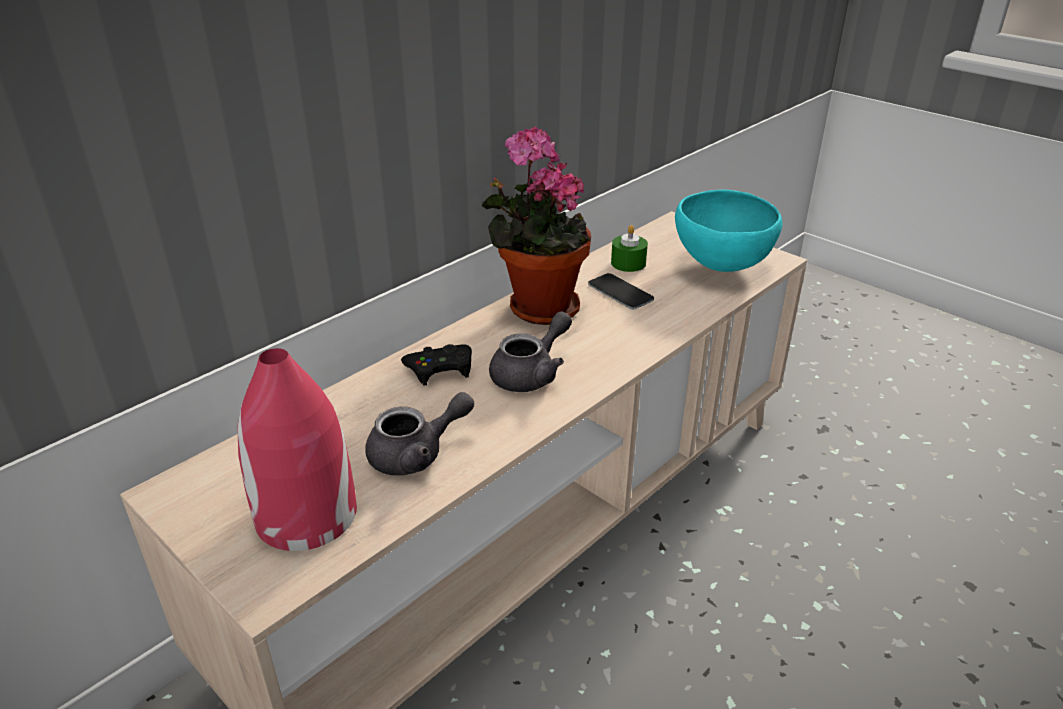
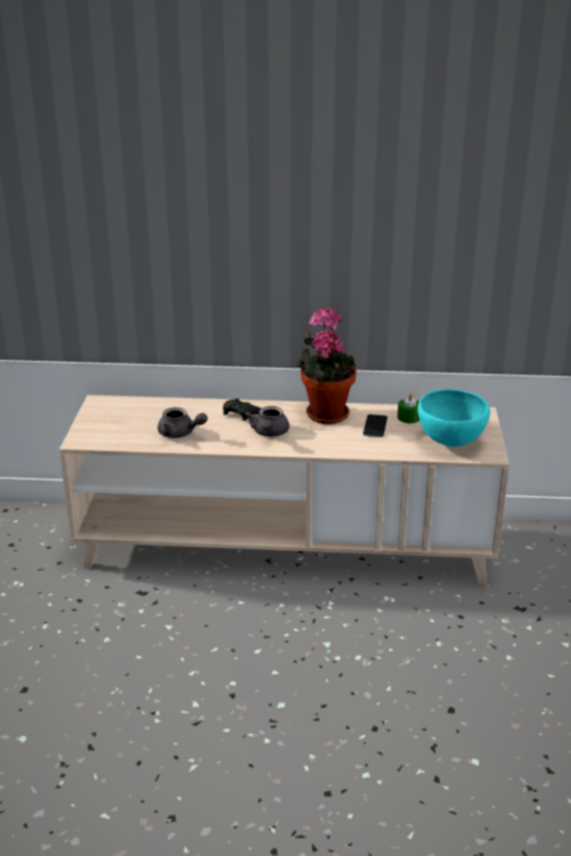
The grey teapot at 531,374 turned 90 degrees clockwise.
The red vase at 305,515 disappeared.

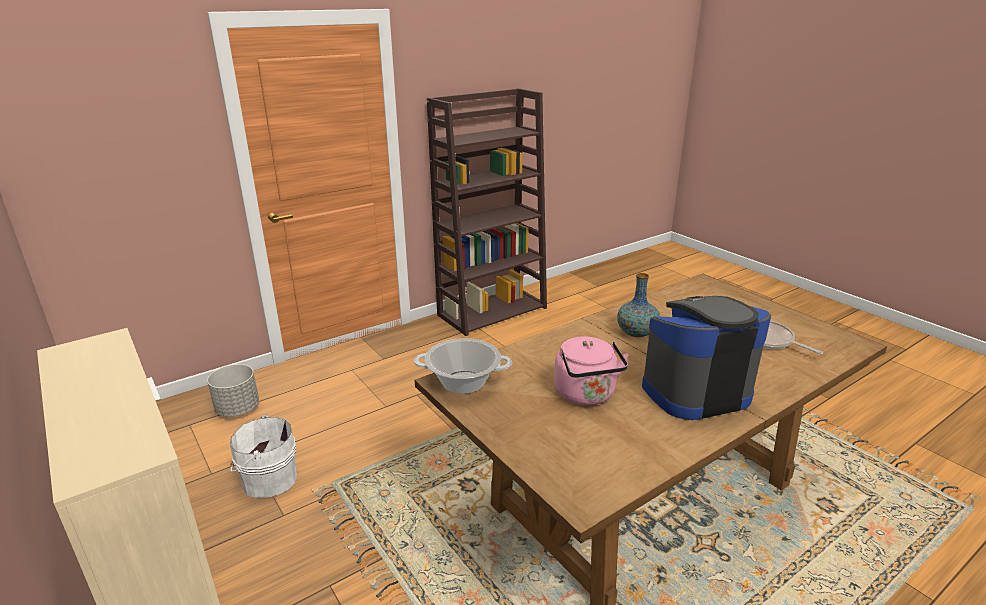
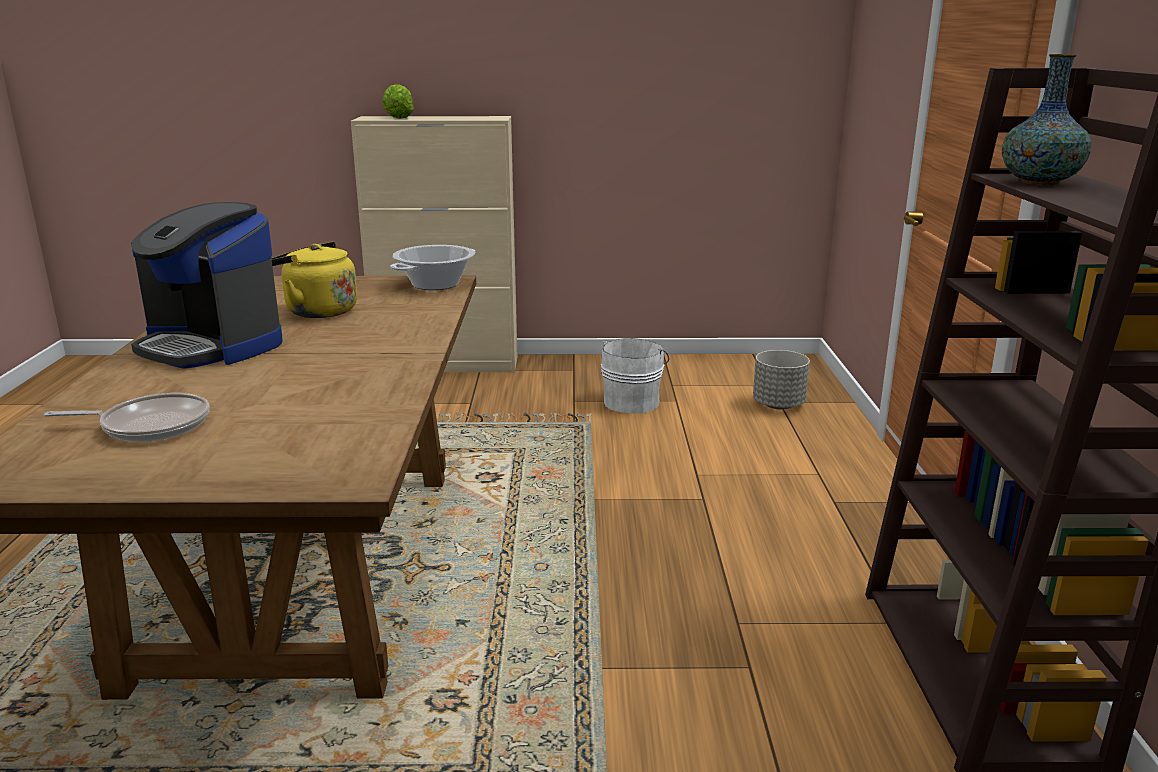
The coffee machine at 694,391 turned 105 degrees clockwise.
The pink kettle at 586,395 became the yellow kettle at 317,311.
The lettuce at 399,117 appeared.
The vase moved from 636,333 to 1039,182.

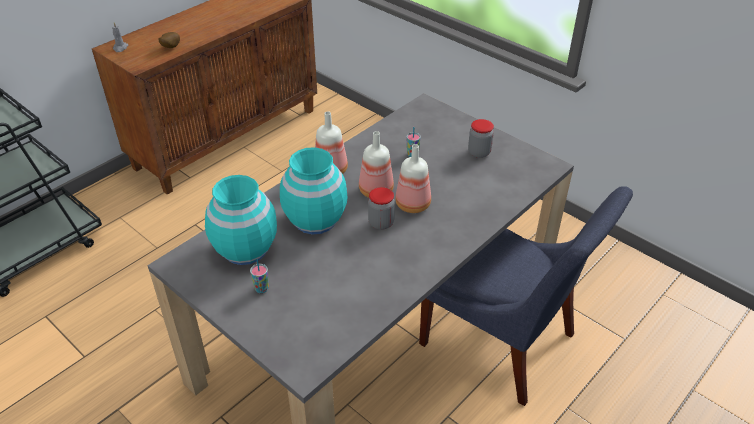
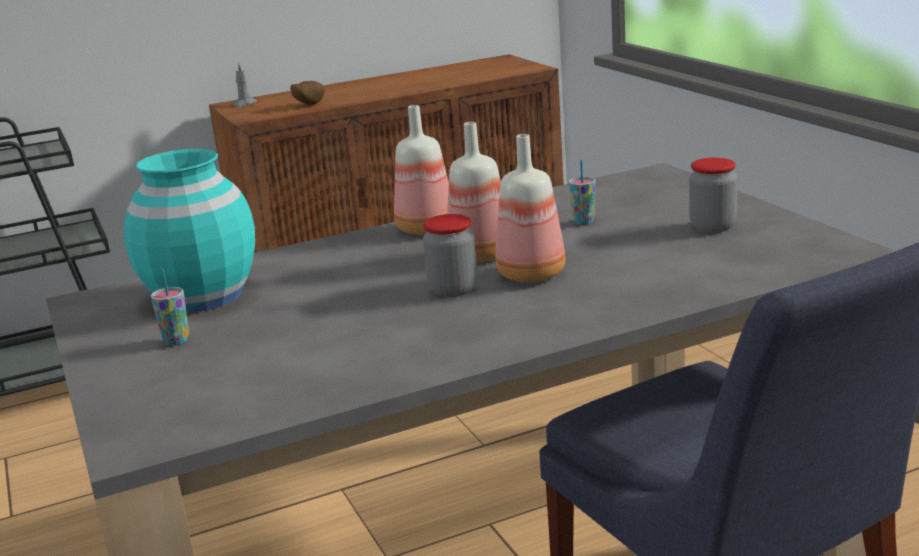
The turquoise vase at 315,220 disappeared.

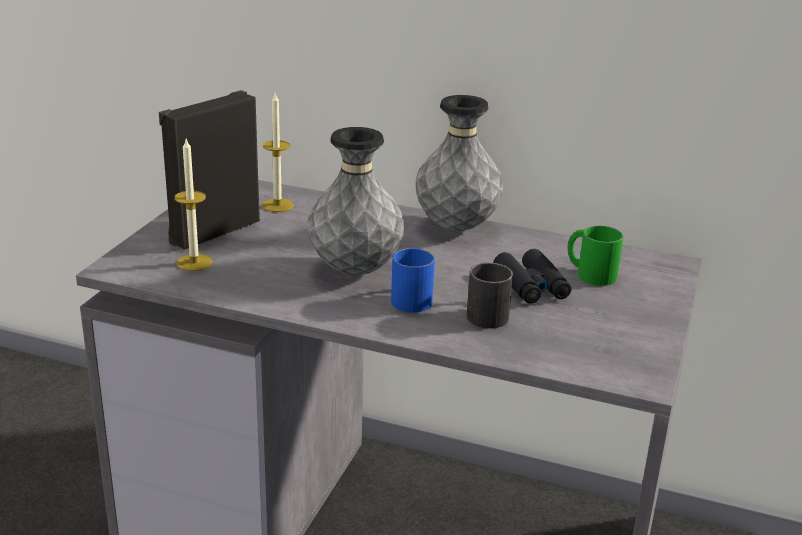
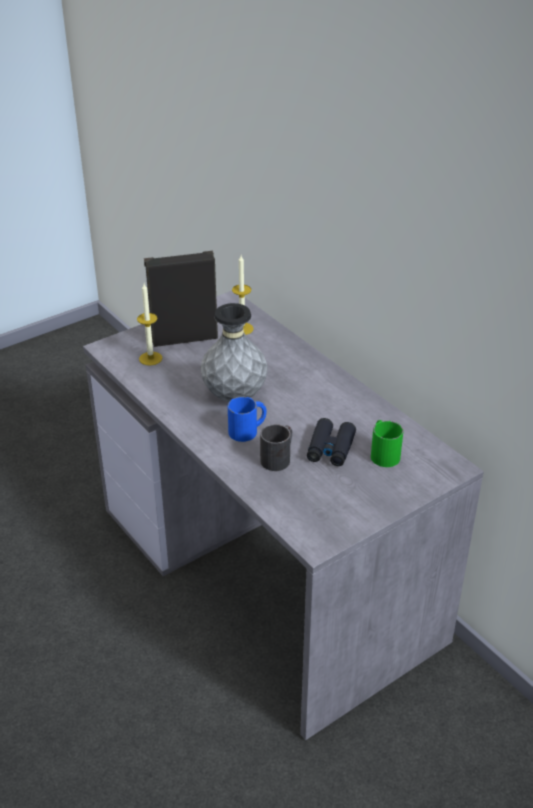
The grey vase at 456,227 disappeared.

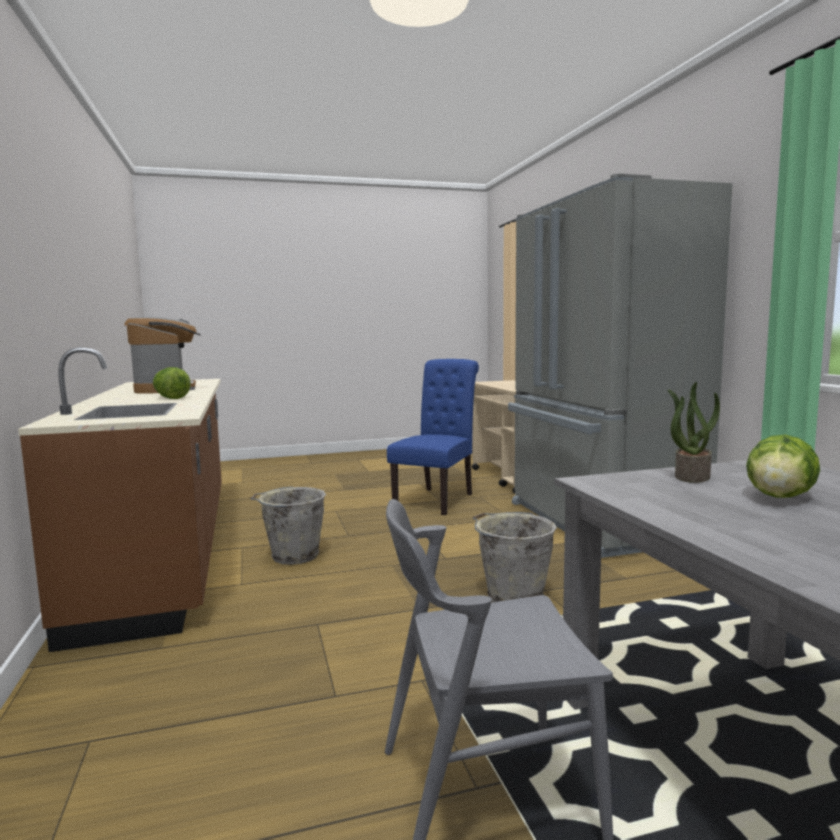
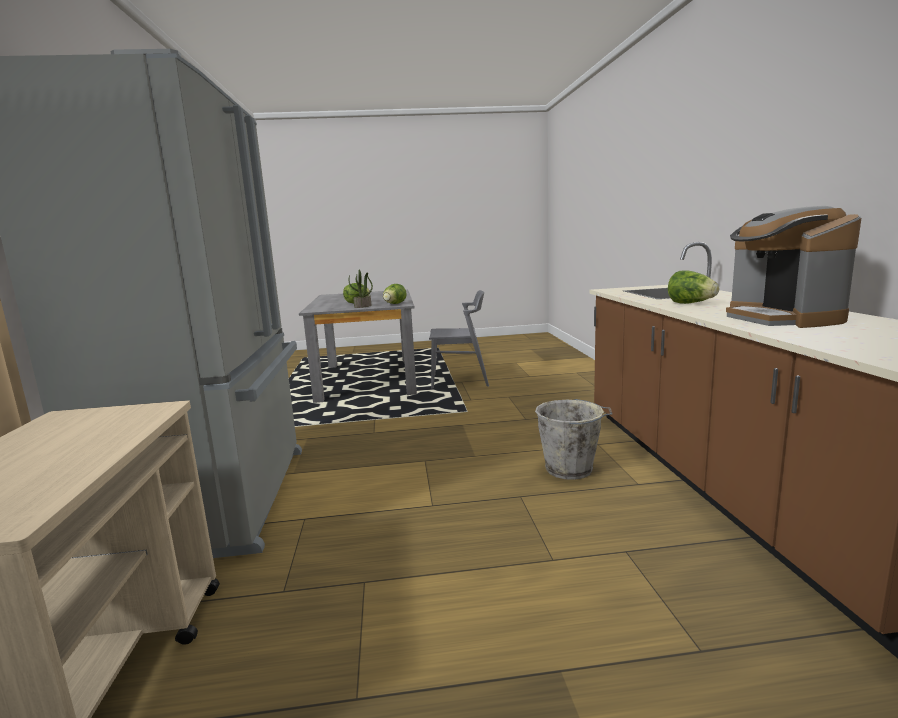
The lettuce at 394,304 appeared.
The blue chair at 437,499 disappeared.
The grey bucket at 513,596 disappeared.

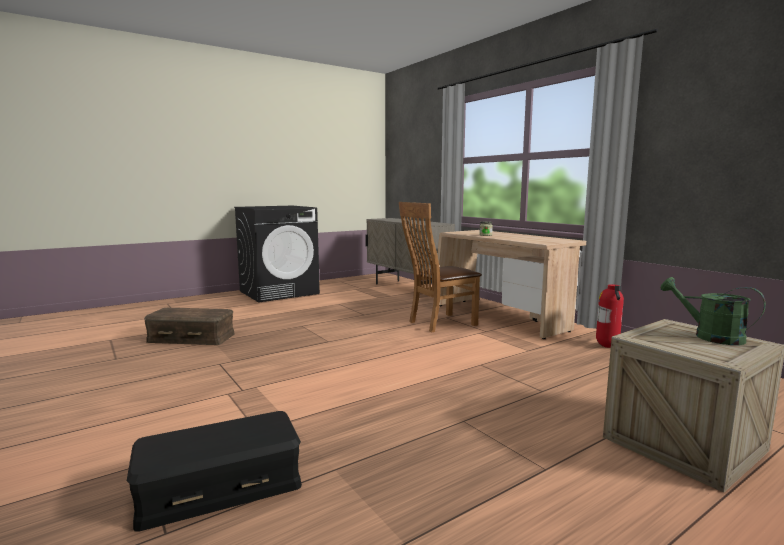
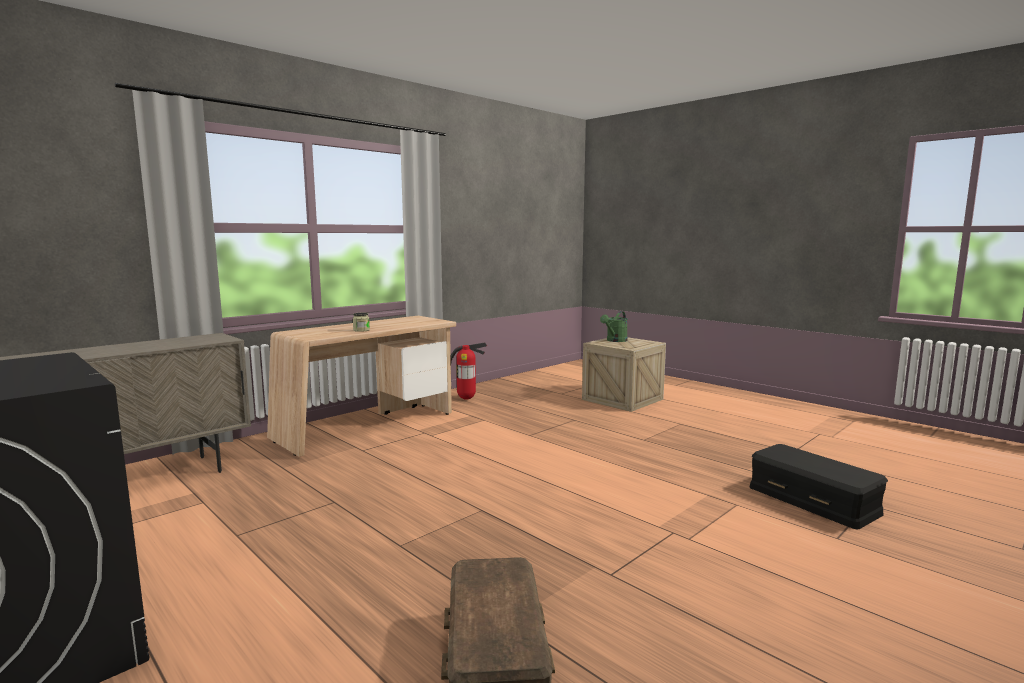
The brown chair at 438,323 disappeared.

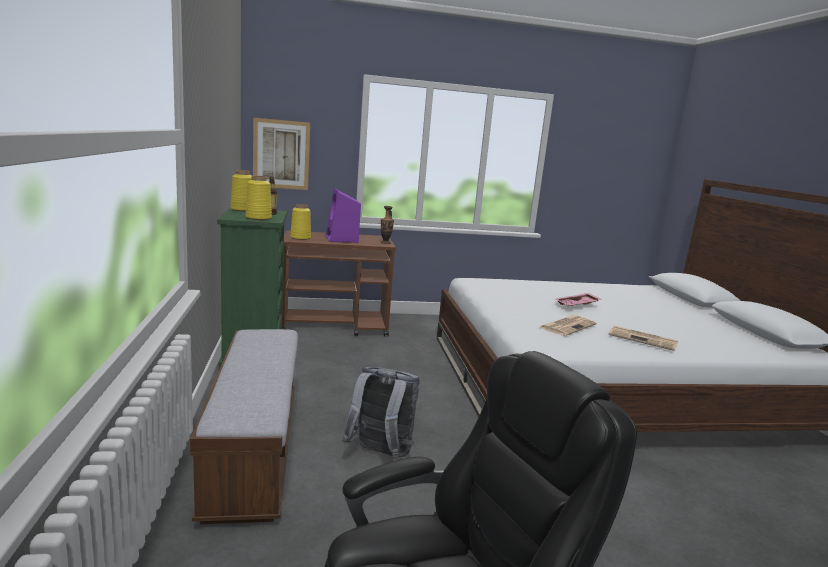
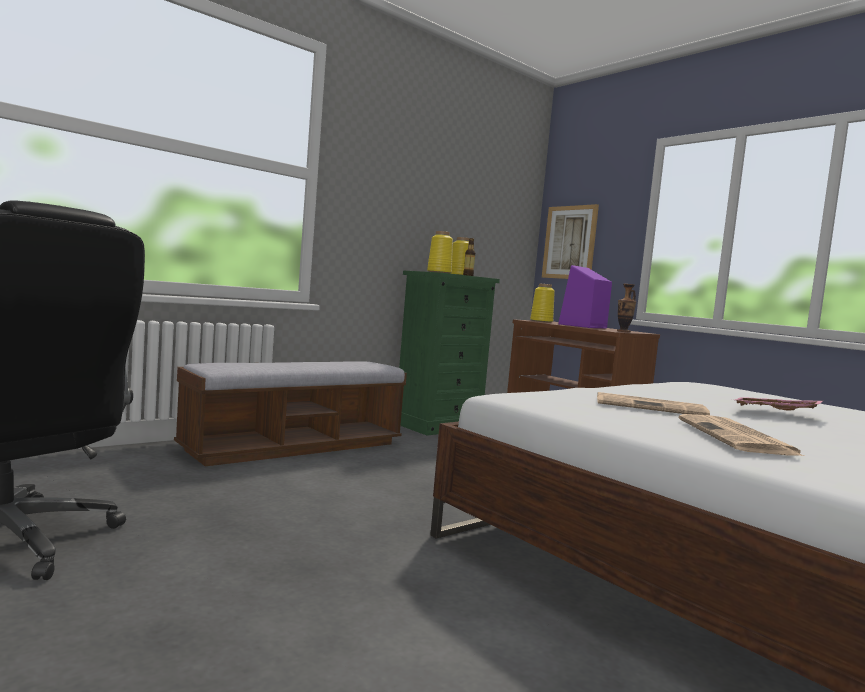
The grey backpack at 380,454 disappeared.

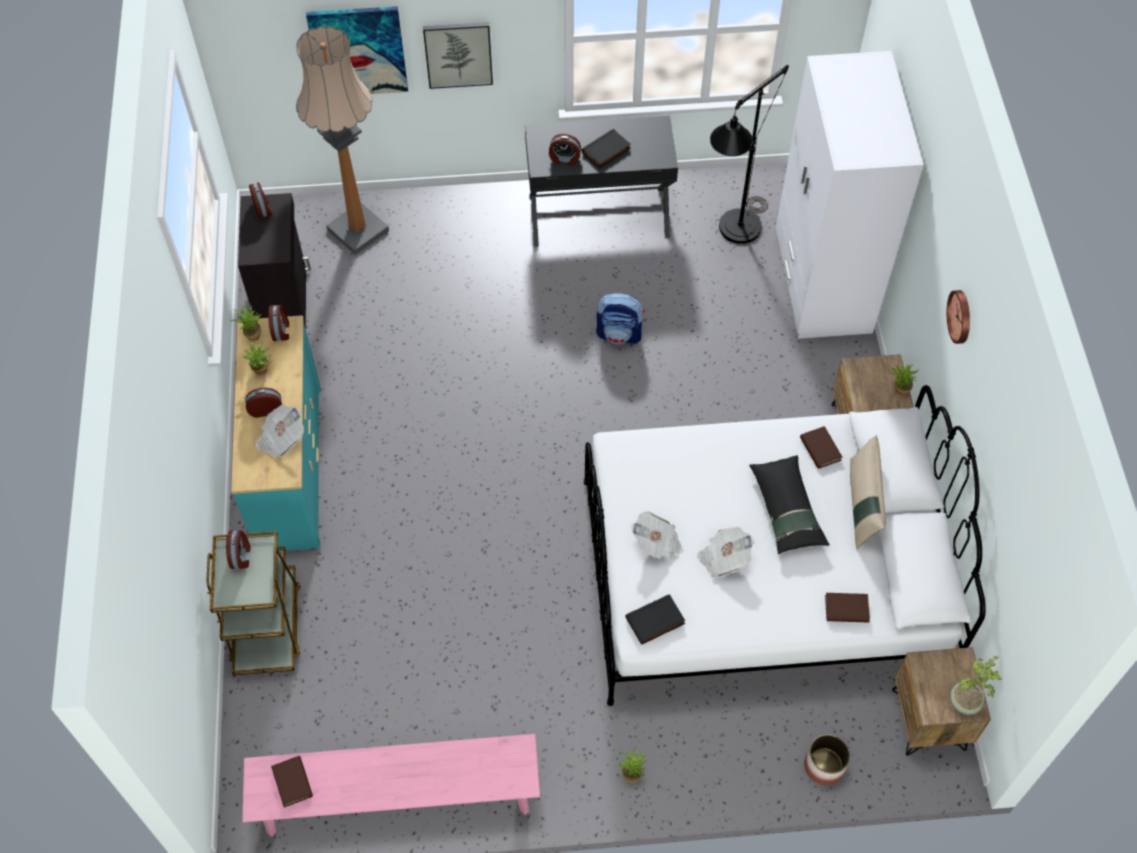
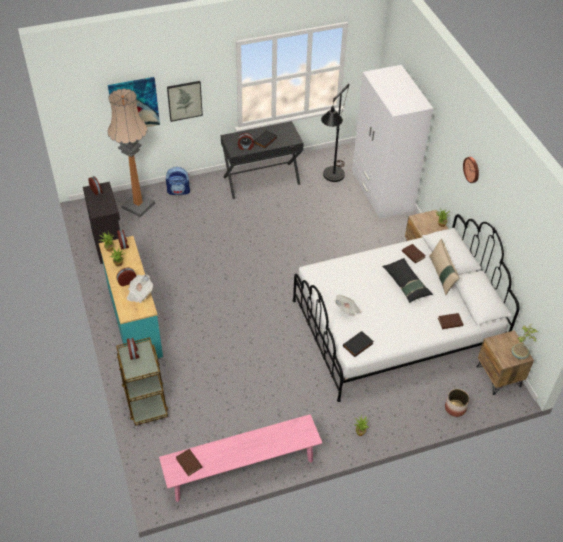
The backpack moved from 619,334 to 179,191.
The newspaper at 723,558 disappeared.

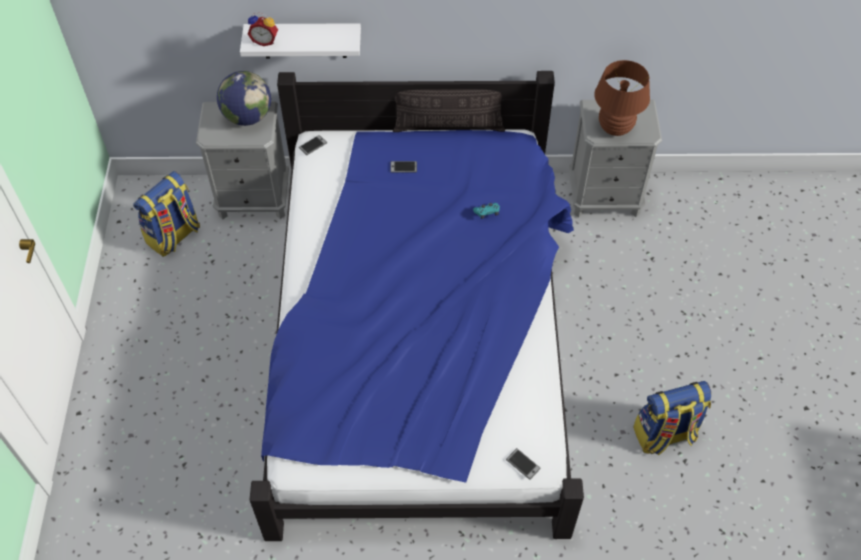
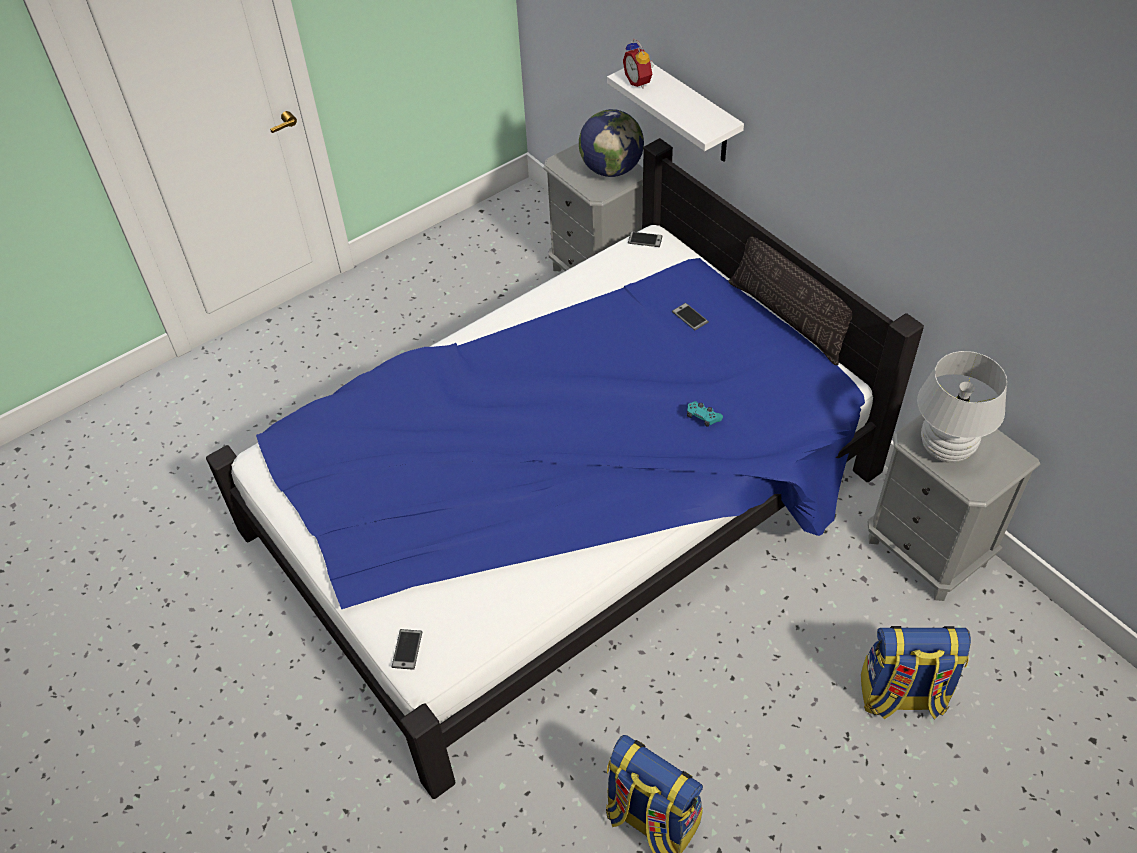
The backpack moved from 174,236 to 902,696.
The brown table lamp at 615,128 became the white table lamp at 945,449.

